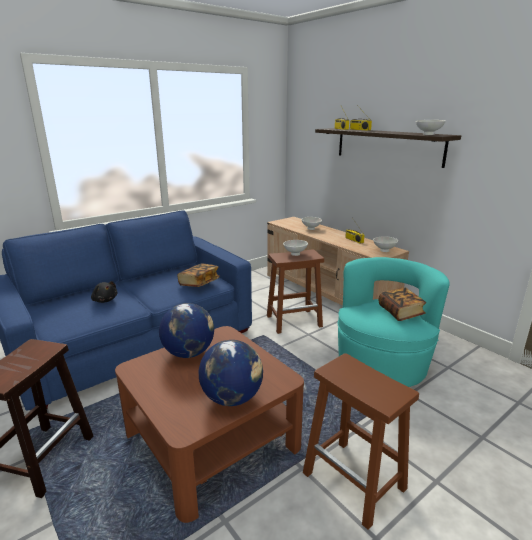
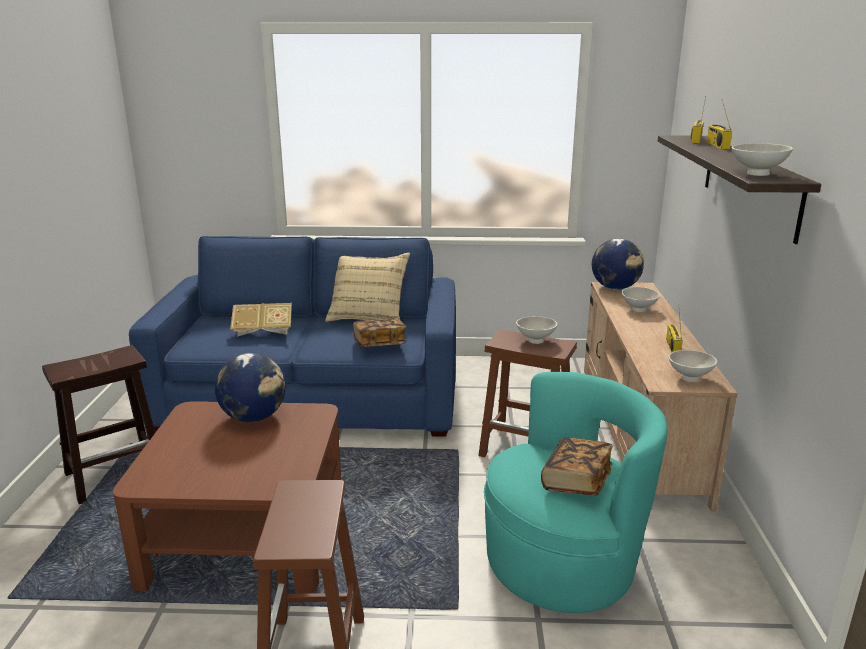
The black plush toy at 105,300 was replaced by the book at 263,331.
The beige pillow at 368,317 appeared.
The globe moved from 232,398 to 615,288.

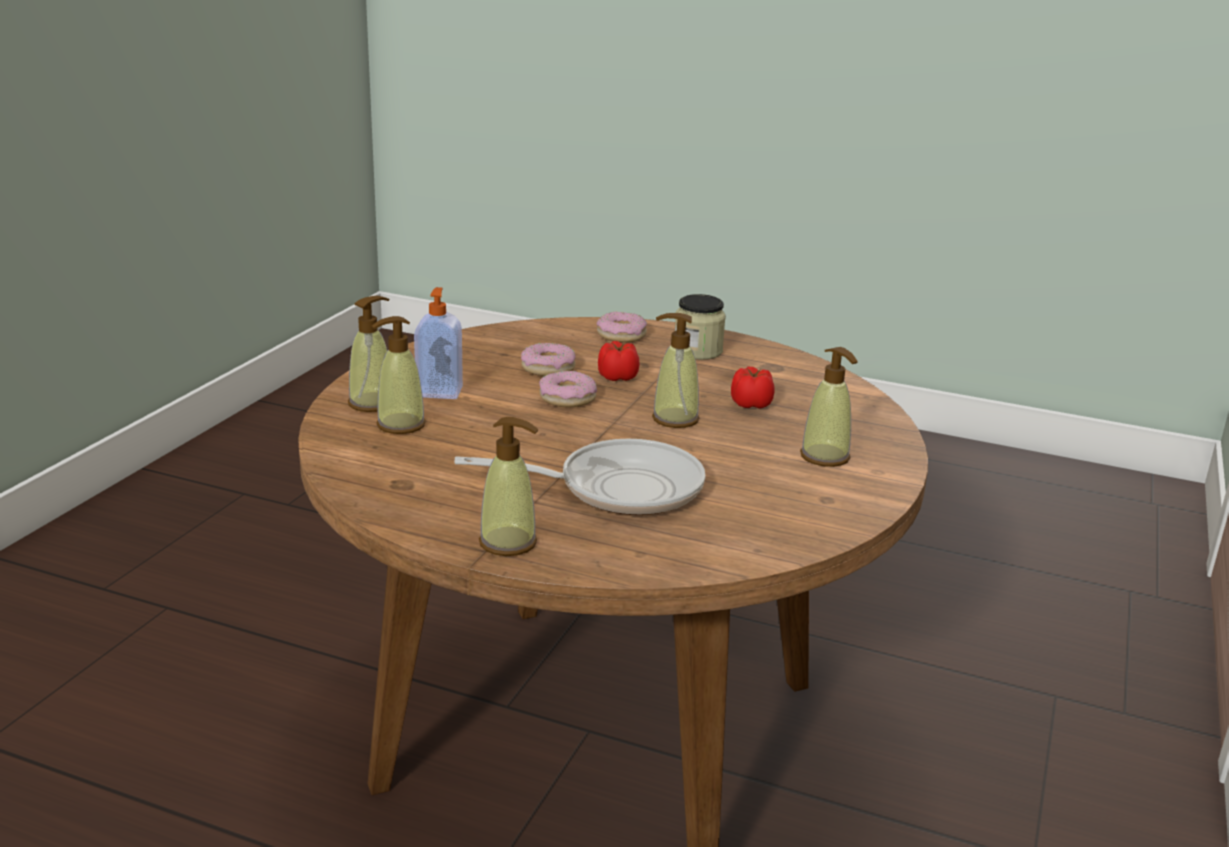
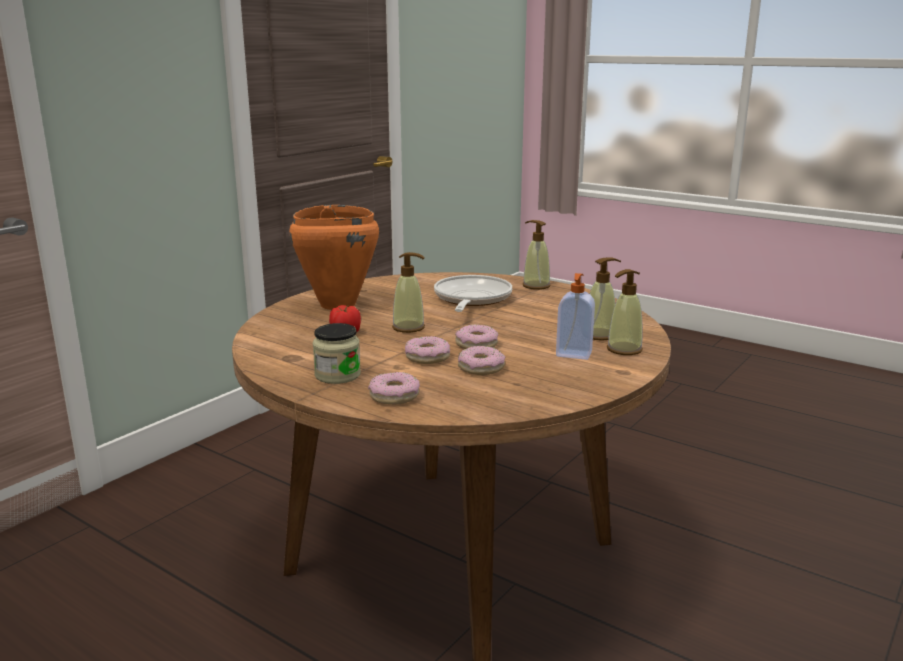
The soap dispenser at 825,457 was replaced by the orange cooking pot at 337,305.
The tomato at 617,377 was replaced by the donut at 427,357.
The frying pan at 617,488 turned 90 degrees clockwise.

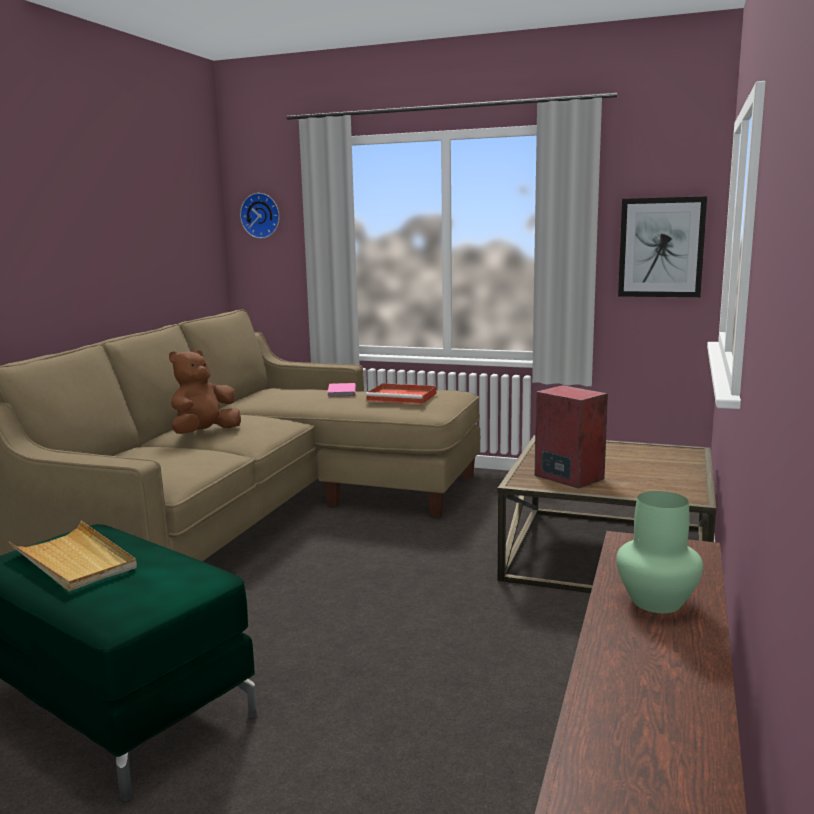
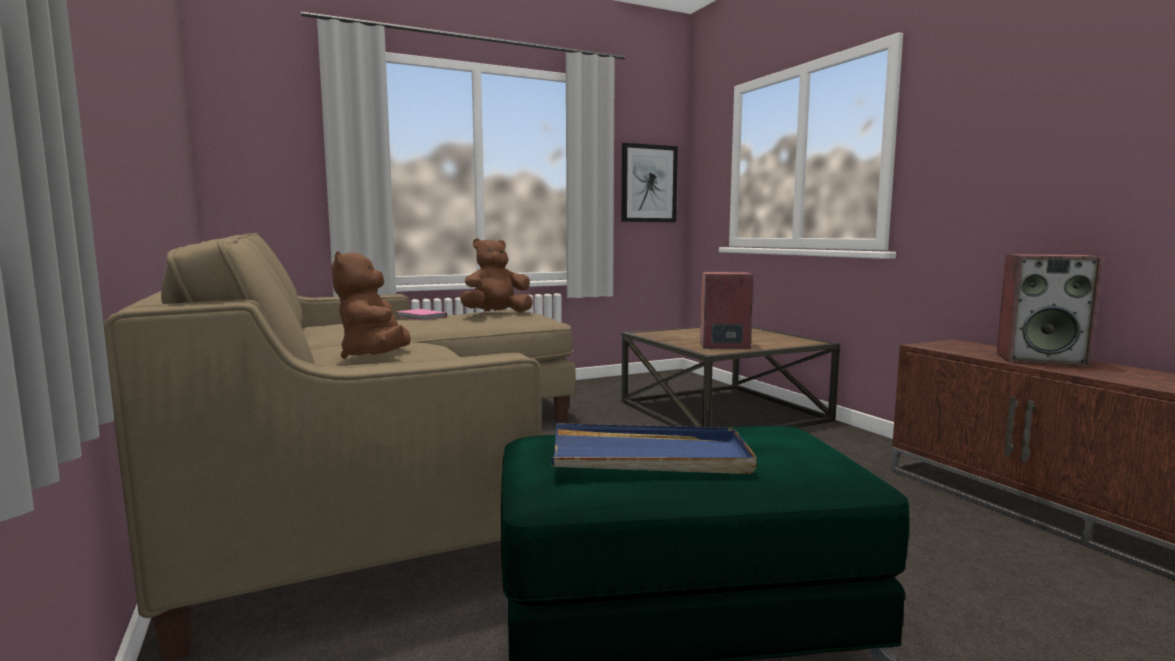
The red tray at 403,397 was replaced by the brown plush toy at 496,313.
The beige tray at 74,560 became the blue tray at 649,457.
The green vase at 658,601 was replaced by the speaker at 1041,360.
The wall clock at 261,215 disappeared.

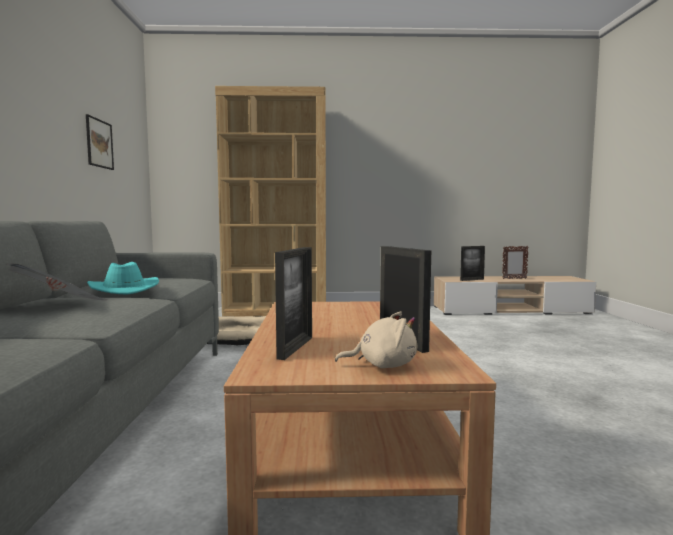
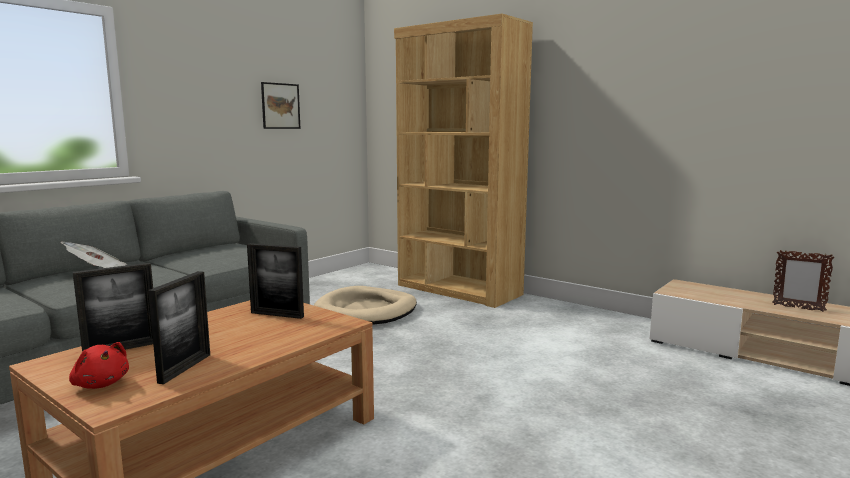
The beige plush toy at 382,365 became the red plush toy at 101,384.
The picture frame moved from 472,280 to 277,315.
The turquoise hat at 123,289 disappeared.

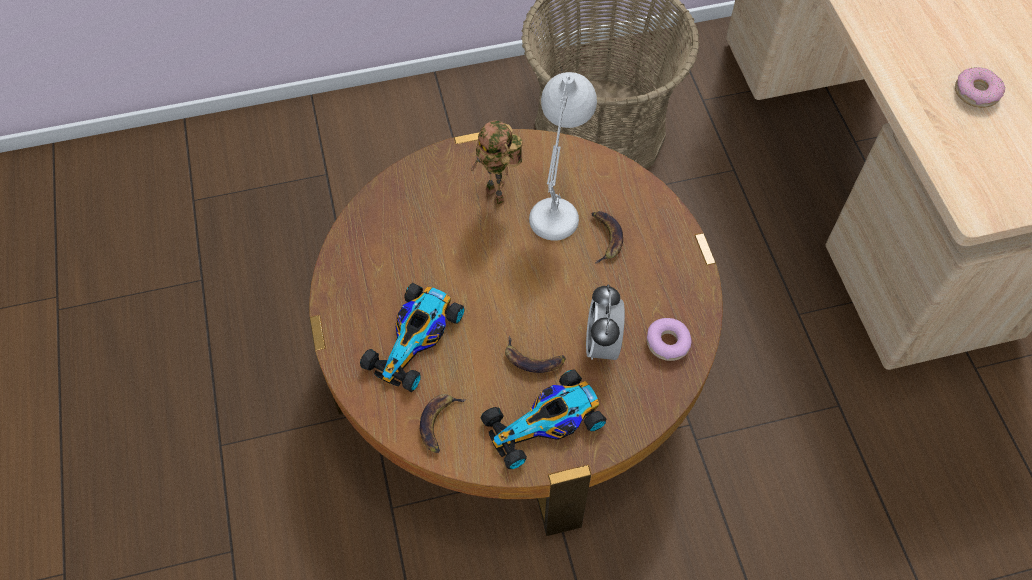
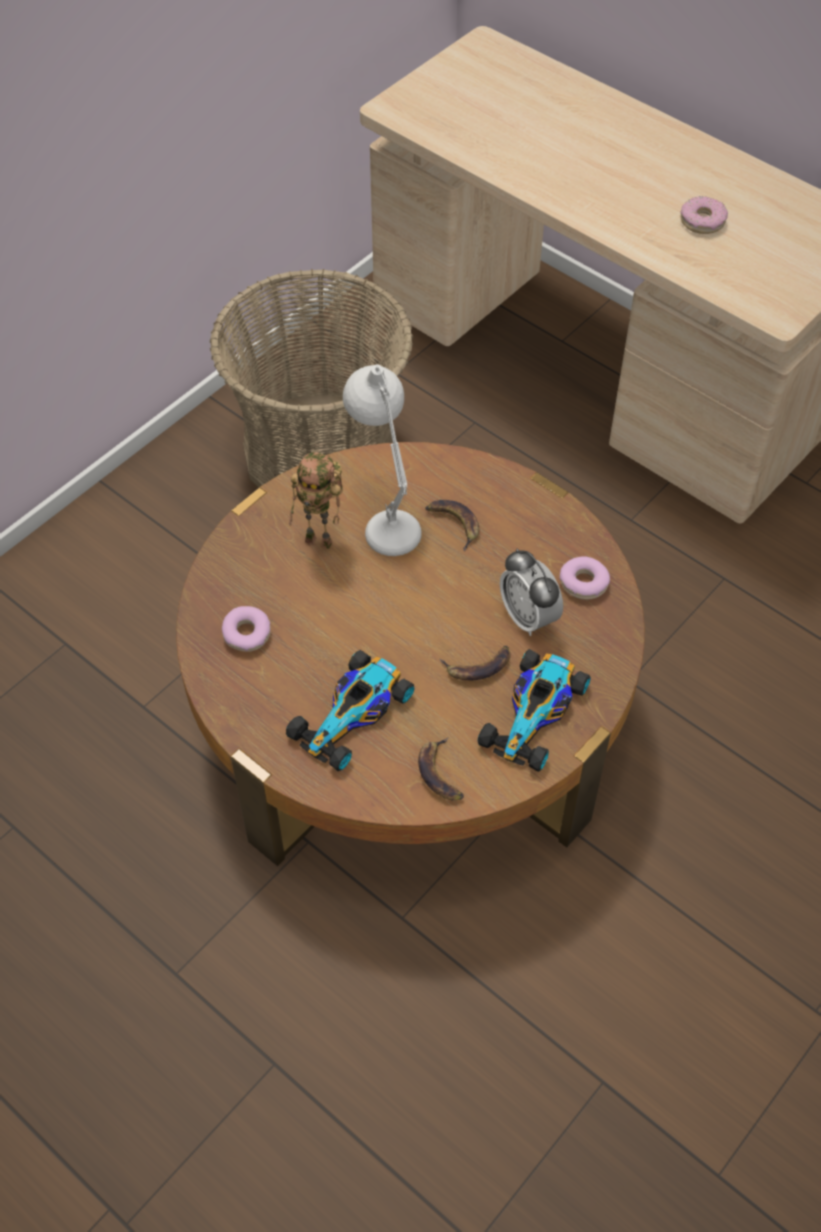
The donut at 246,634 appeared.
The toy car at 415,338 turned 45 degrees clockwise.

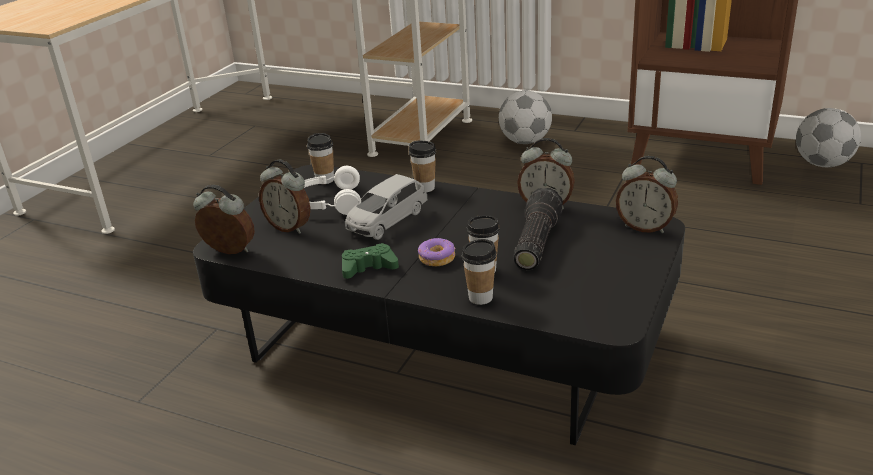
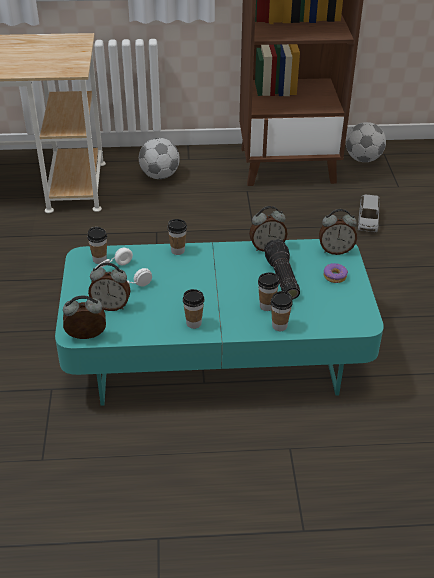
The black coffee table at 443,340 became the turquoise coffee table at 216,351.
The green game controller at 368,267 was replaced by the cup at 193,323.
The donut moved from 437,258 to 335,276.
The grey toy car moved from 386,221 to 368,221.

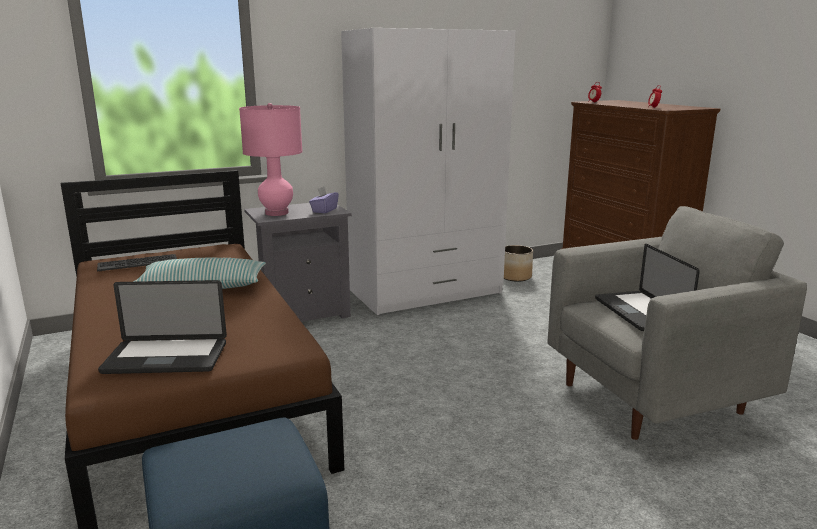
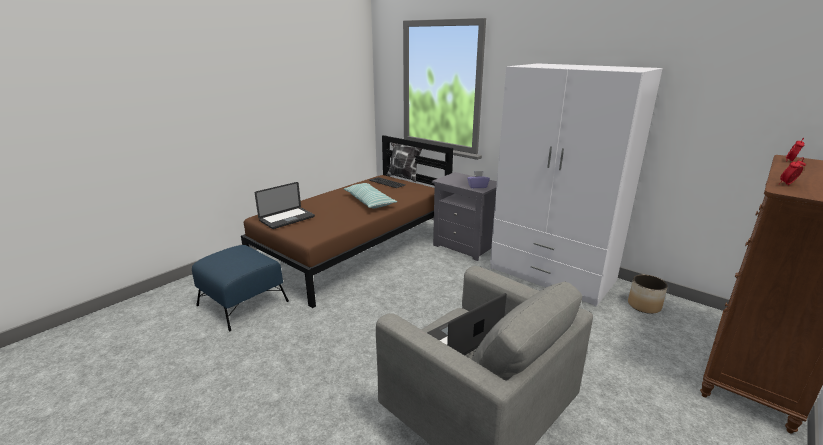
The laptop at 166,358 turned 105 degrees counterclockwise.
The pillow at 403,177 appeared.
The pink table lamp at 276,213 disappeared.

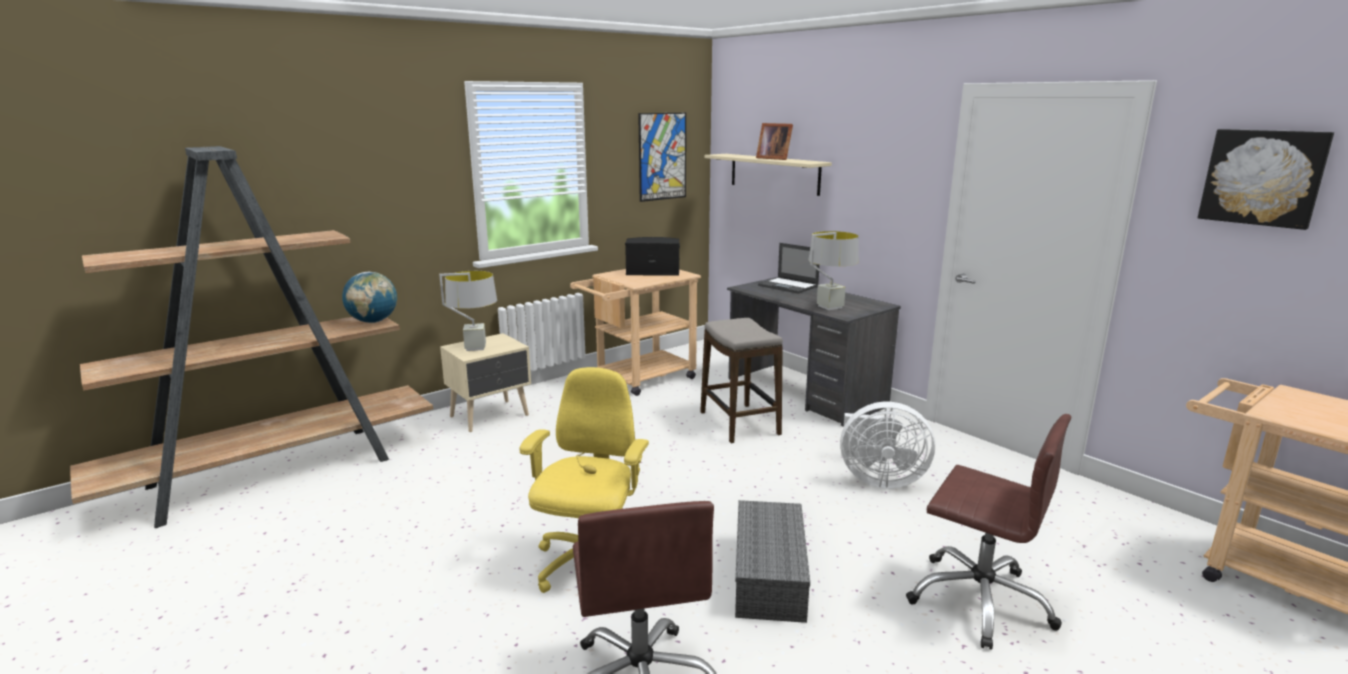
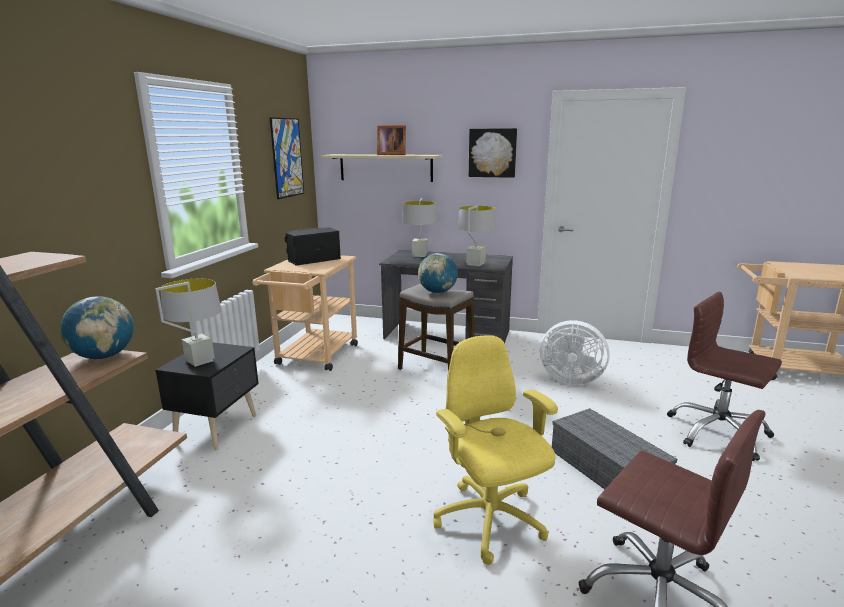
The beige nightstand at 491,416 became the black nightstand at 218,428.
The laptop at 789,286 was replaced by the grey table lamp at 420,255.
The globe at 437,292 appeared.
The picture moved from 1263,177 to 492,153.
The white fan at 878,479 turned 45 degrees clockwise.
The brown office chair at 980,600 turned 135 degrees counterclockwise.

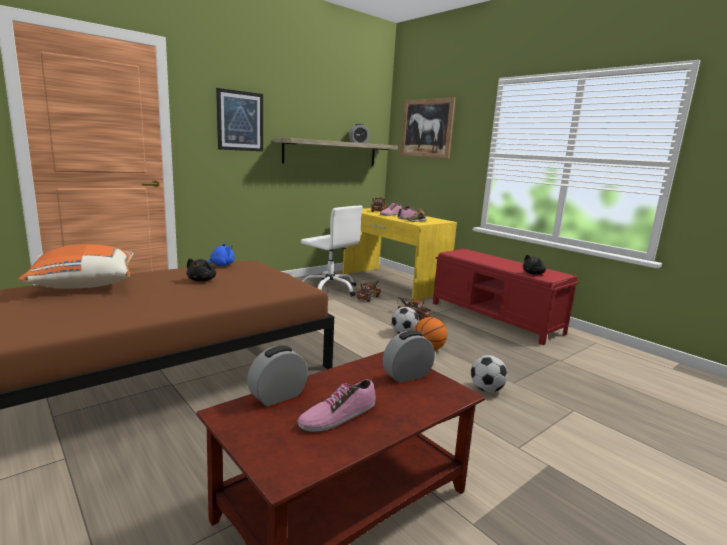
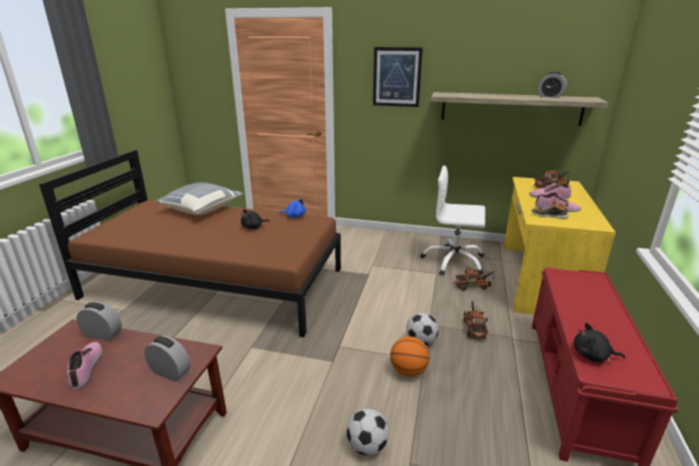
The shoe at 337,415 turned 60 degrees clockwise.
The orange pillow at 84,284 became the grey pillow at 201,209.
The white office chair at 330,289 turned 105 degrees clockwise.
The picture at 427,128 disappeared.

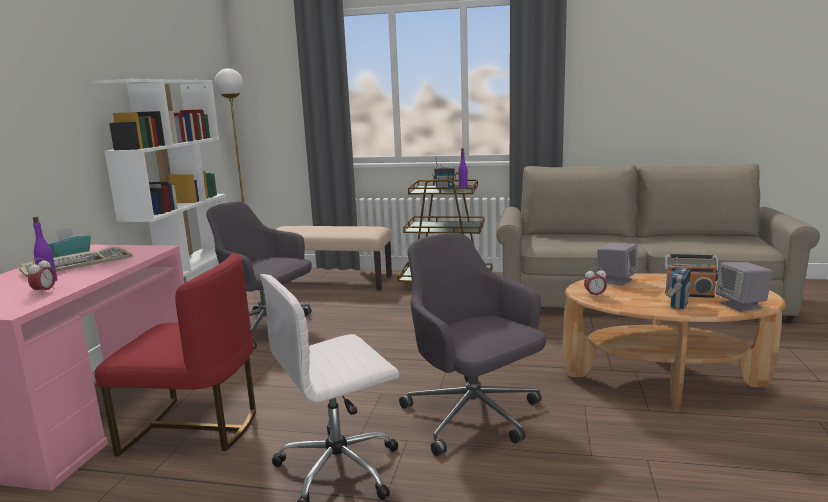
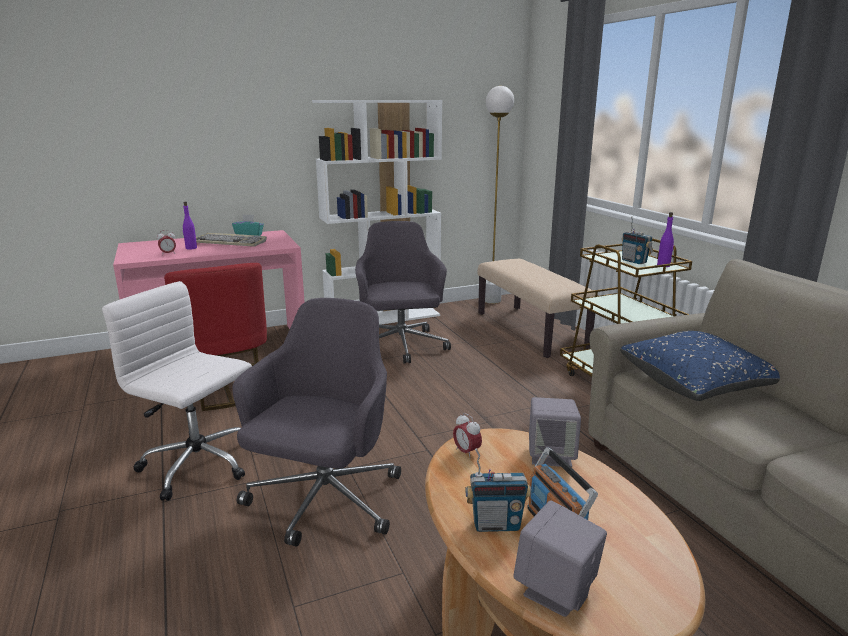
The blue pillow at 698,384 appeared.

